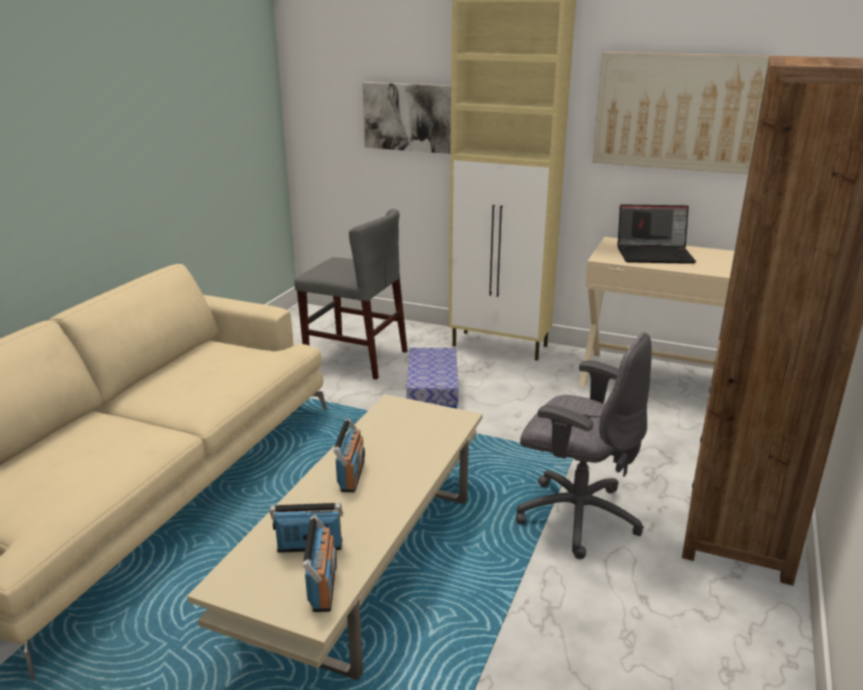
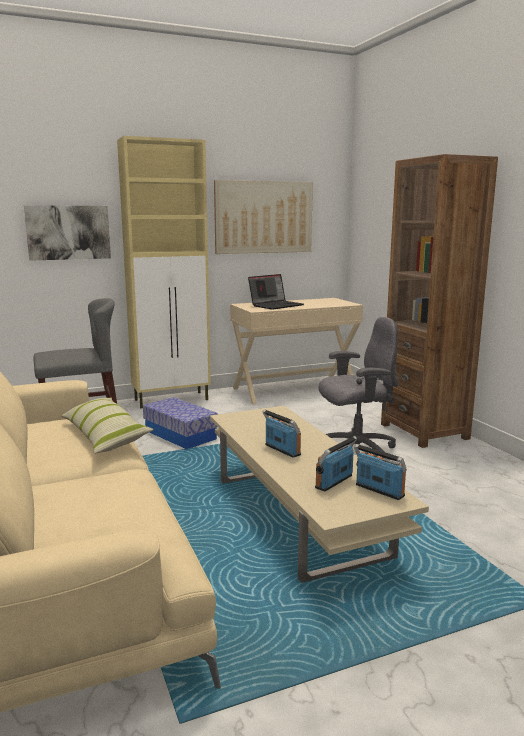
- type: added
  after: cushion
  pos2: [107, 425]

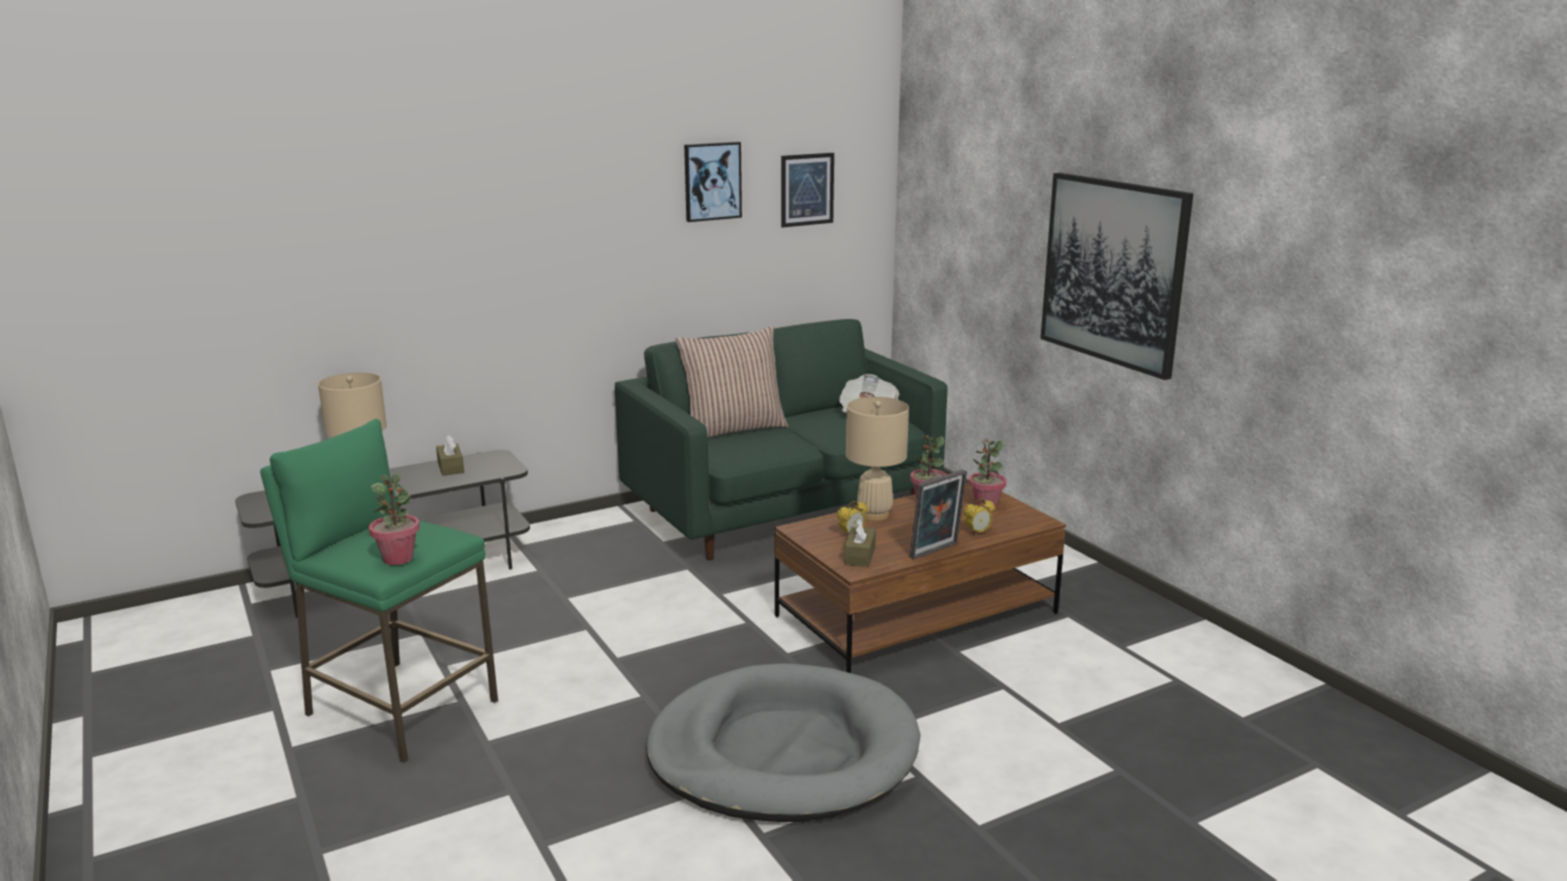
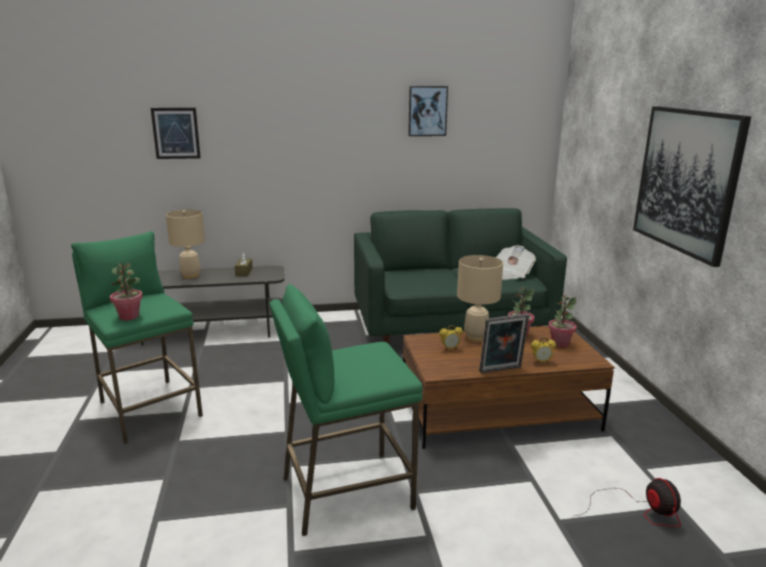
- type: moved
  before: wall picture
  pos1: [807, 190]
  pos2: [176, 133]
- type: replaced
  before: gray dog cushion
  after: green sitting stool
  pos1: [783, 742]
  pos2: [345, 410]
- type: added
  after: fan
  pos2: [628, 502]
- type: removed
  before: cushion
  pos1: [732, 382]
- type: removed
  before: brownish tissue holder
  pos1: [860, 542]

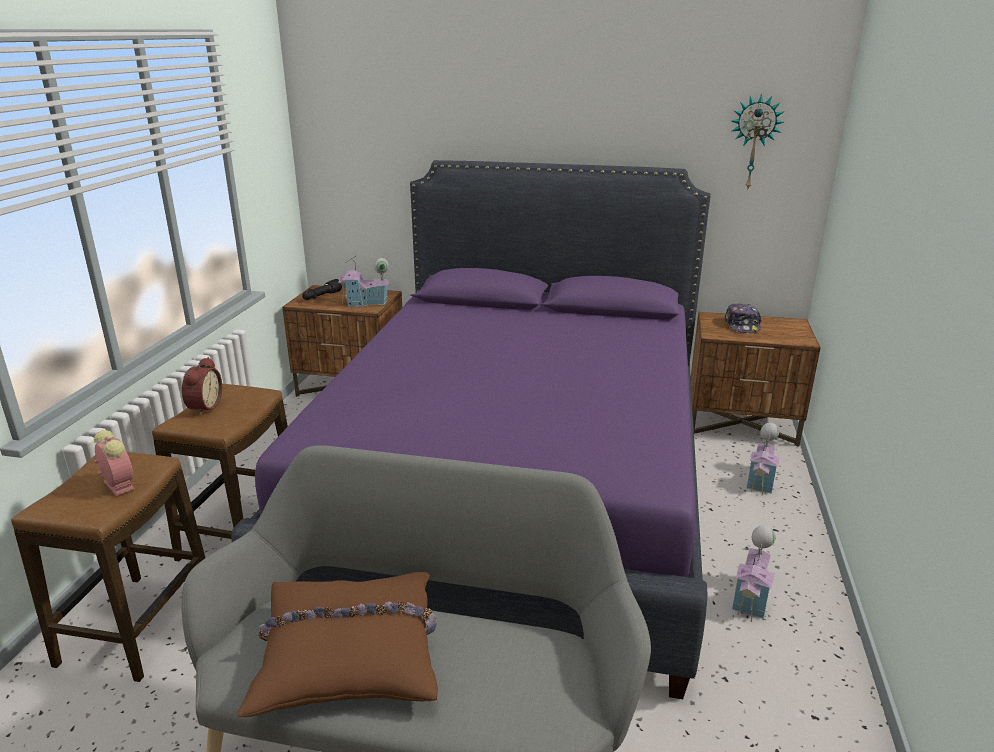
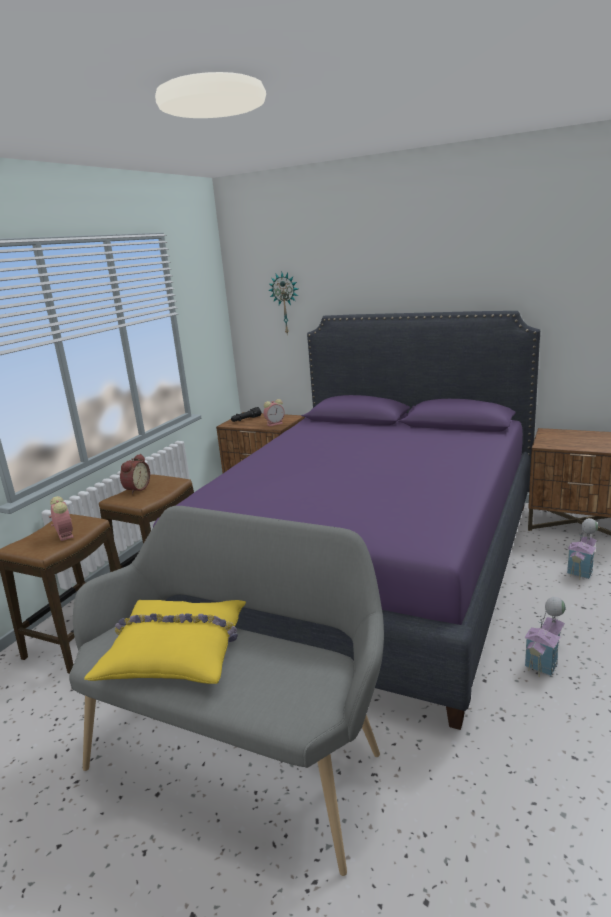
- type: recoloured
  before: brownish cushion
  after: yellowish cushion
  pos1: [337, 644]
  pos2: [165, 642]
- type: replaced
  before: model house
  after: alarm clock
  pos1: [364, 281]
  pos2: [274, 412]
- type: moved
  before: wall clock
  pos1: [758, 142]
  pos2: [283, 303]
- type: removed
  before: peaked cap
  pos1: [743, 318]

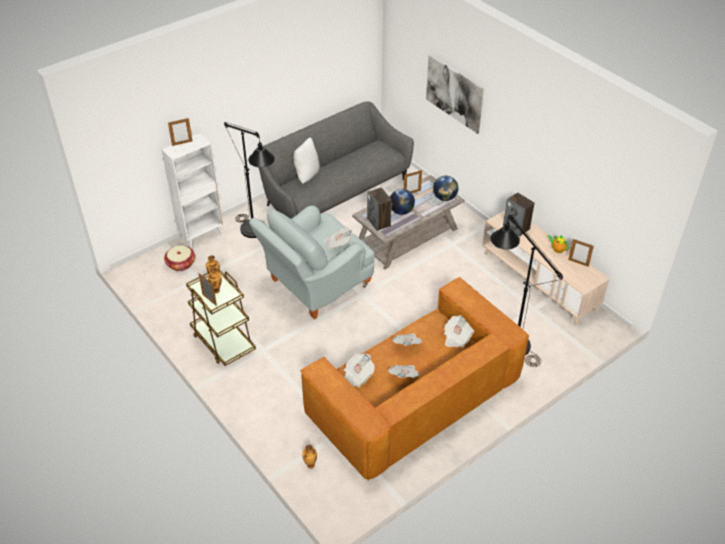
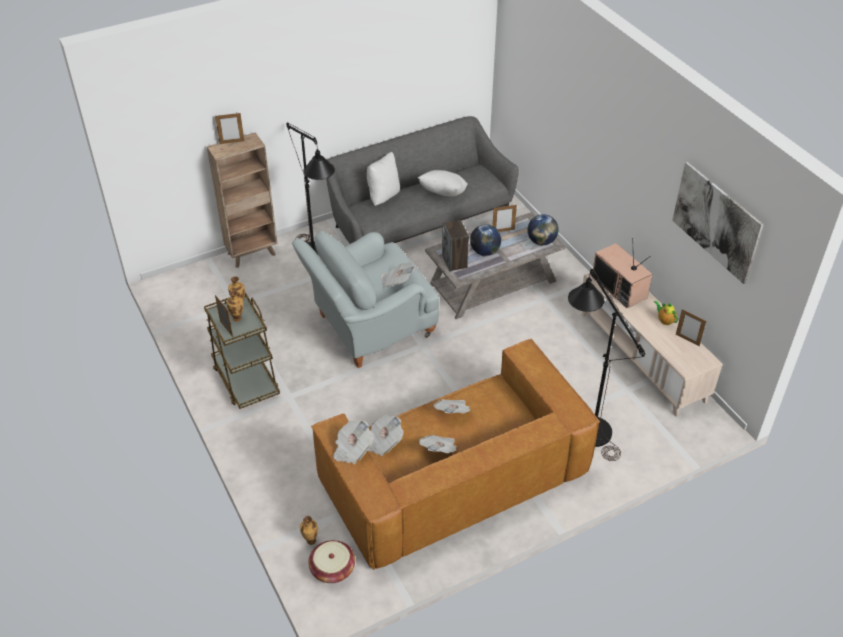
- type: recoloured
  before: white-coloured shelving unit
  after: brownish shelving unit
  pos1: [192, 191]
  pos2: [242, 200]
- type: moved
  before: storage basket
  pos1: [179, 258]
  pos2: [331, 561]
- type: moved
  before: printed paper
  pos1: [459, 331]
  pos2: [353, 442]
- type: added
  after: white-coloured cushion
  pos2: [443, 183]
- type: replaced
  before: speaker
  after: television
  pos1: [519, 214]
  pos2: [623, 273]
- type: moved
  before: wall picture
  pos1: [455, 94]
  pos2: [718, 223]

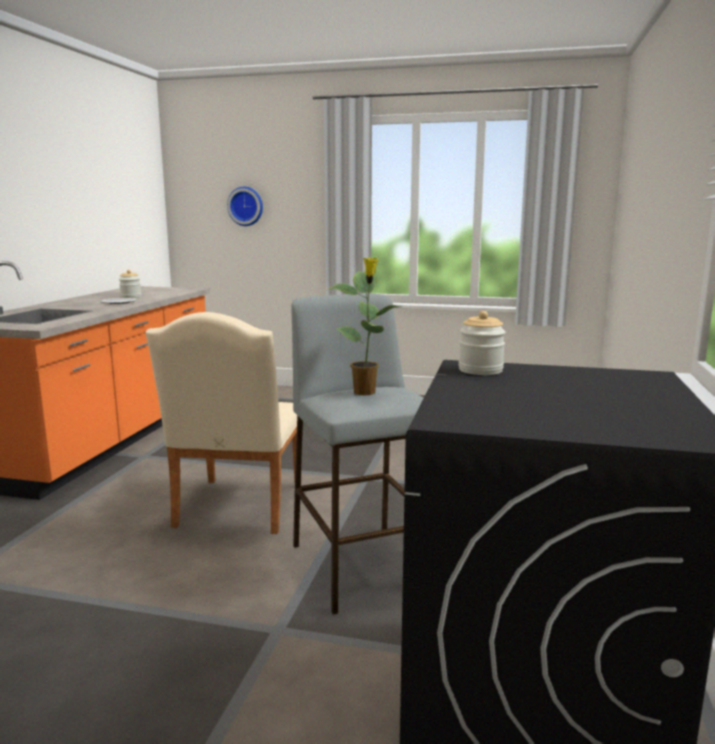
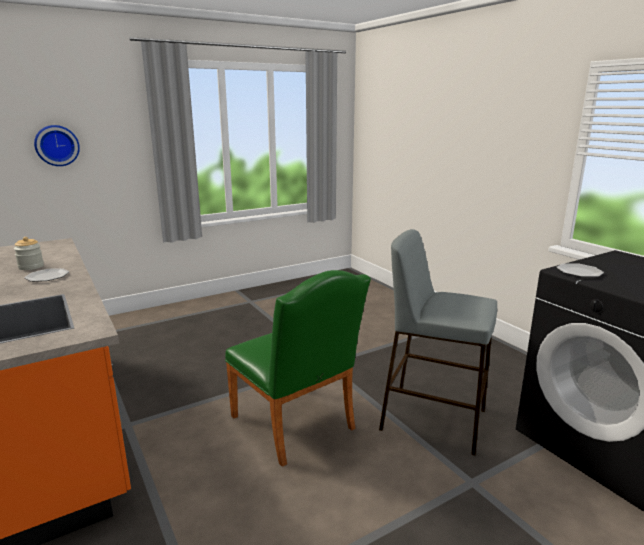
- type: recoloured
  before: beige plain chair
  after: green plain chair
  pos1: [221, 423]
  pos2: [298, 368]
- type: replaced
  before: storage jar
  after: plate
  pos1: [482, 343]
  pos2: [580, 270]
- type: removed
  before: houseplant
  pos1: [364, 326]

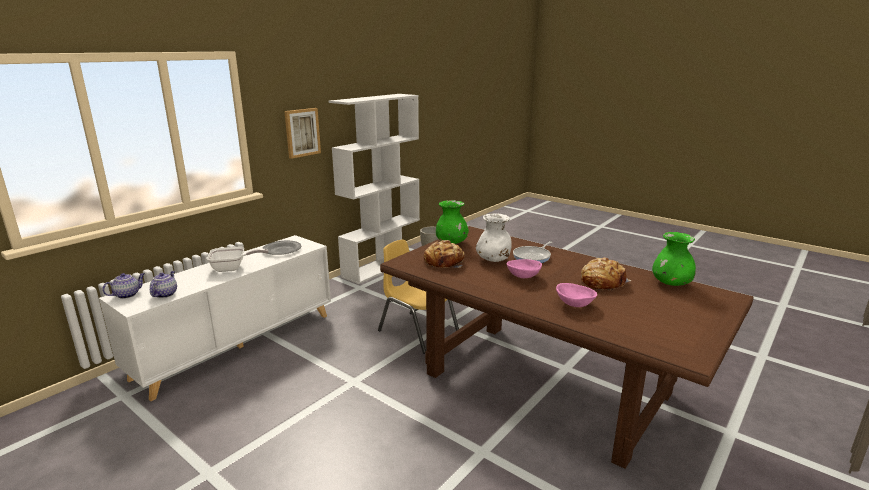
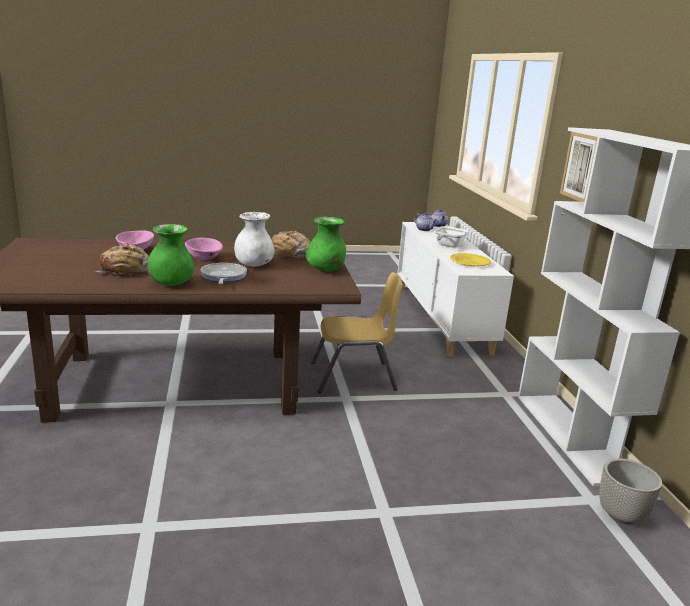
- type: moved
  before: green flower vase
  pos1: [674, 259]
  pos2: [170, 255]
- type: recoloured
  before: gray plate
  after: yellowish plate
  pos1: [281, 248]
  pos2: [470, 259]

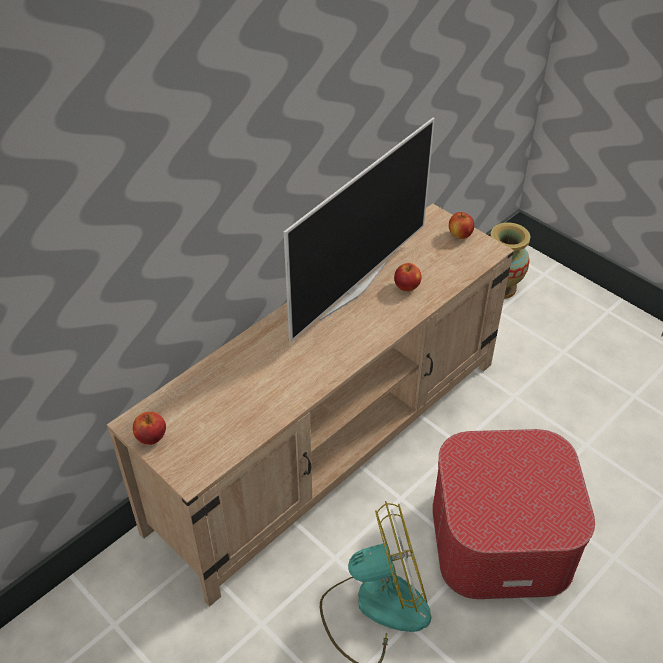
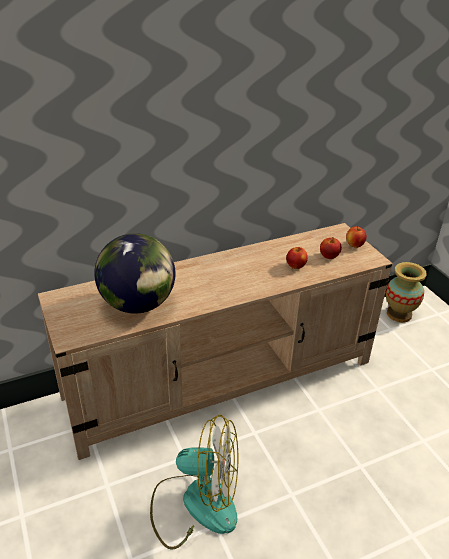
- type: added
  after: desk globe
  pos2: [134, 273]
- type: moved
  before: apple fruit
  pos1: [149, 428]
  pos2: [331, 248]
- type: removed
  before: television
  pos1: [359, 230]
- type: removed
  before: ottoman
  pos1: [513, 514]

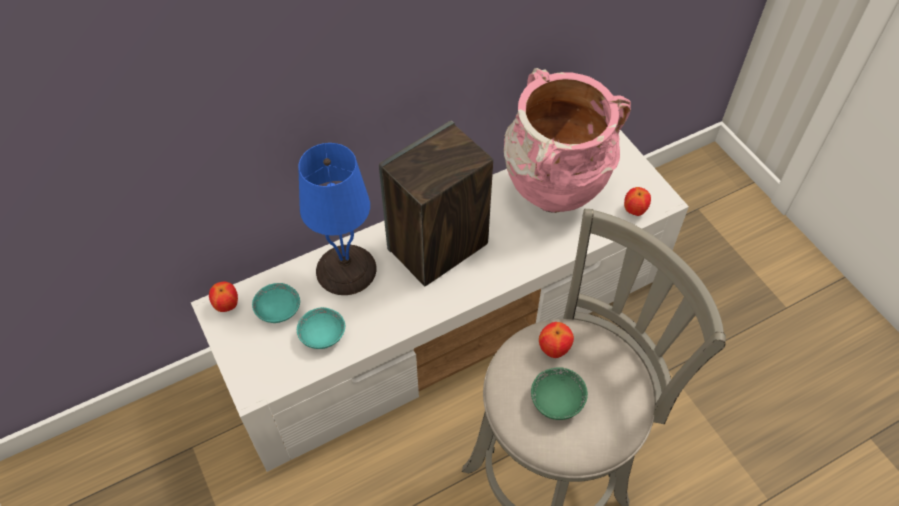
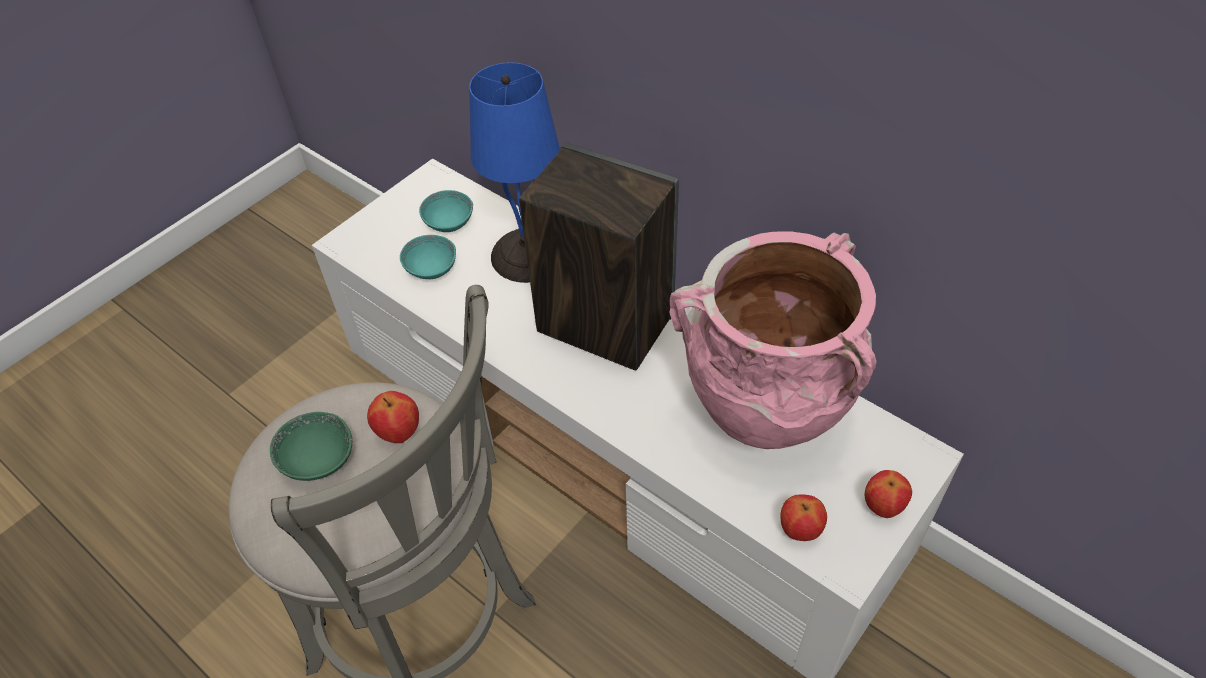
- type: moved
  before: apple fruit
  pos1: [223, 297]
  pos2: [888, 494]

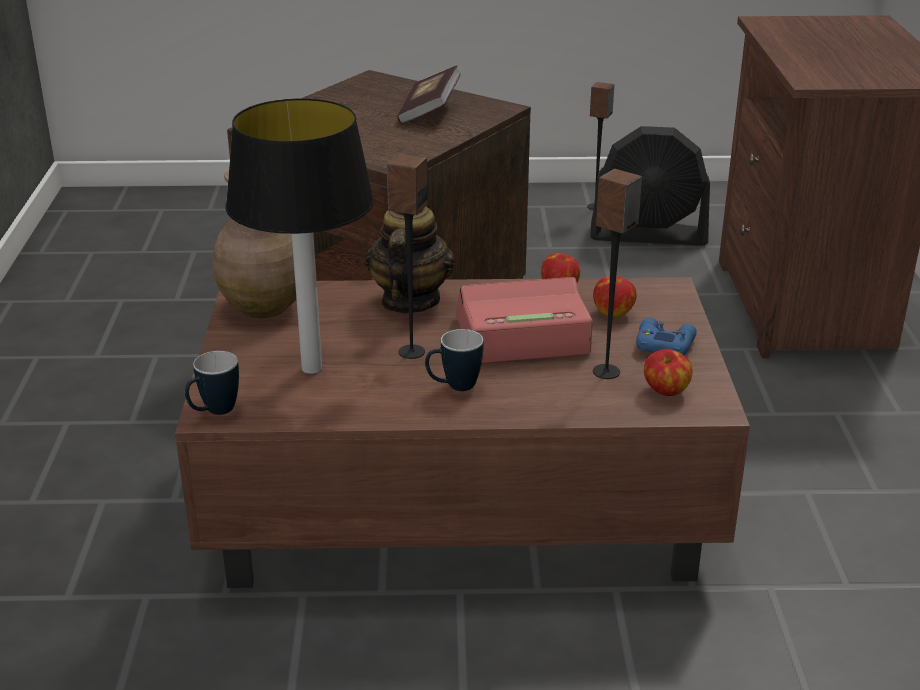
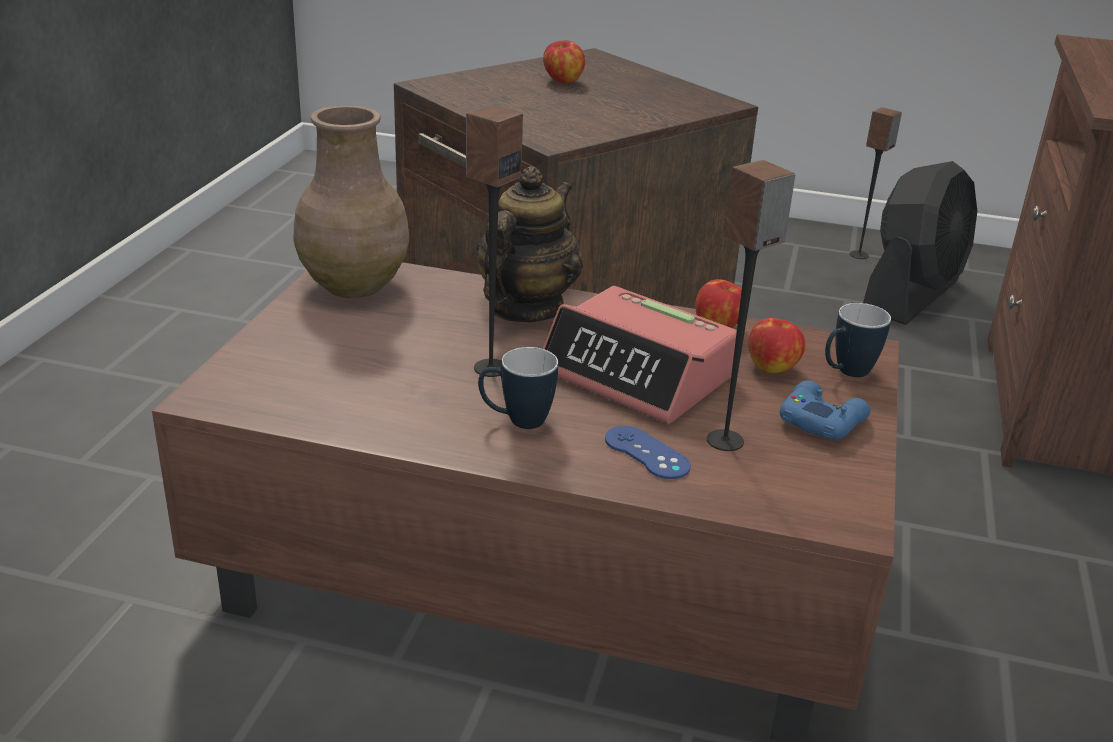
- type: moved
  before: apple fruit
  pos1: [668, 372]
  pos2: [564, 61]
- type: turned
  before: alarm clock
  pos1: [524, 320]
  pos2: [640, 355]
  turn: -150
- type: added
  after: blue-coloured gamepad
  pos2: [648, 452]
- type: moved
  before: tea mug
  pos1: [212, 383]
  pos2: [858, 340]
- type: turned
  before: black fan
  pos1: [650, 186]
  pos2: [920, 243]
  turn: -75
- type: removed
  before: table lamp
  pos1: [300, 236]
- type: removed
  before: book
  pos1: [429, 95]

